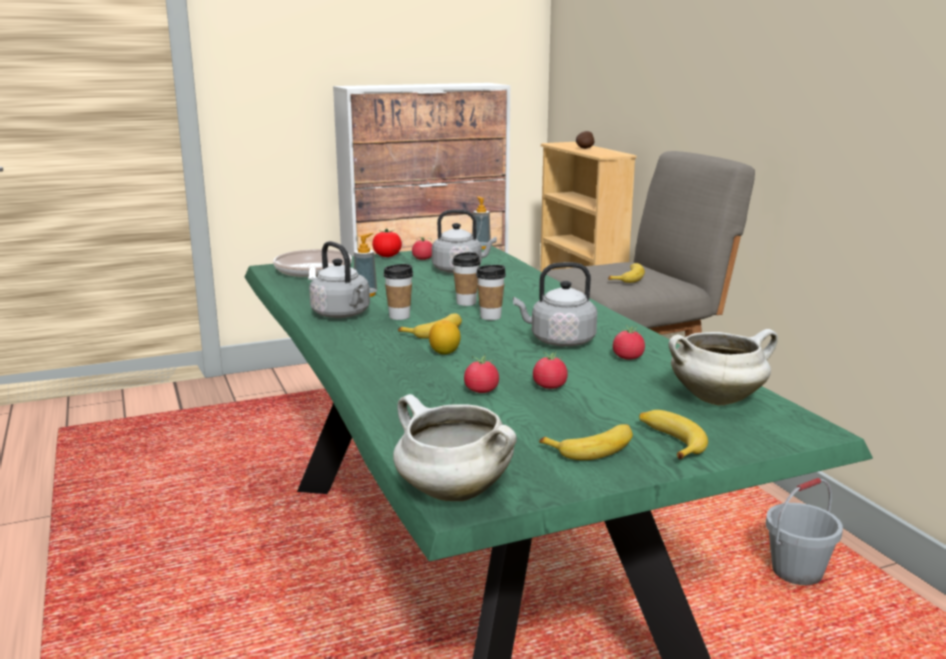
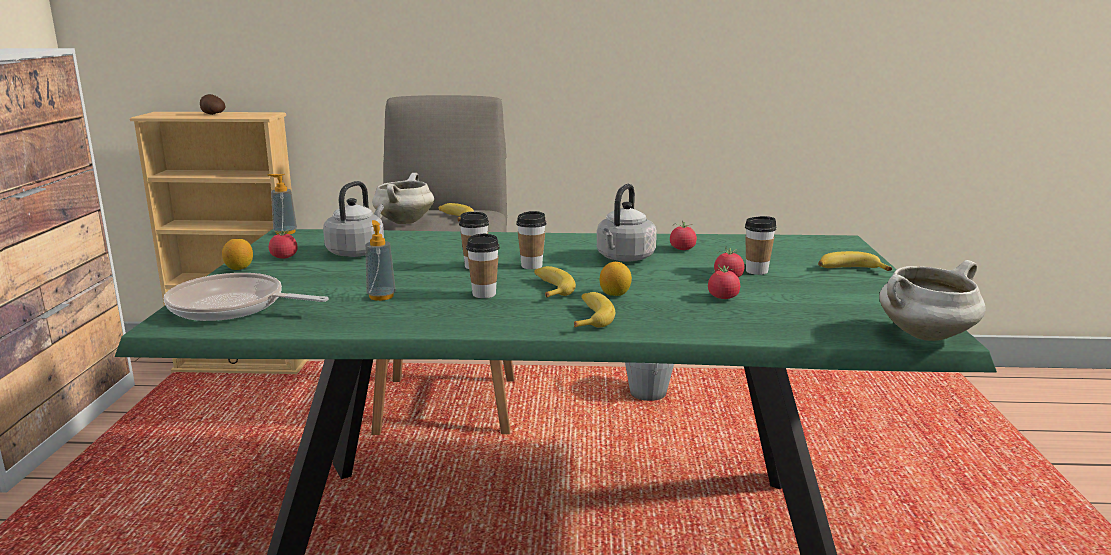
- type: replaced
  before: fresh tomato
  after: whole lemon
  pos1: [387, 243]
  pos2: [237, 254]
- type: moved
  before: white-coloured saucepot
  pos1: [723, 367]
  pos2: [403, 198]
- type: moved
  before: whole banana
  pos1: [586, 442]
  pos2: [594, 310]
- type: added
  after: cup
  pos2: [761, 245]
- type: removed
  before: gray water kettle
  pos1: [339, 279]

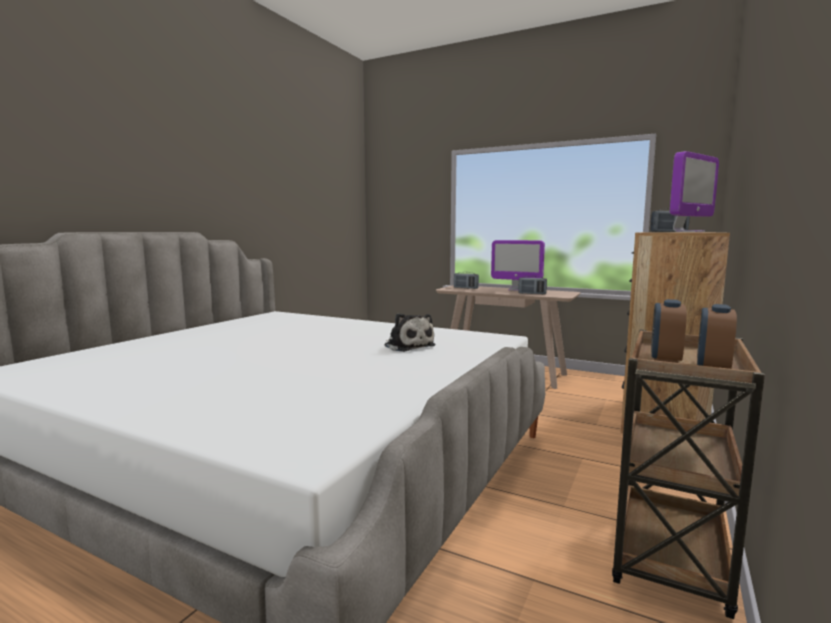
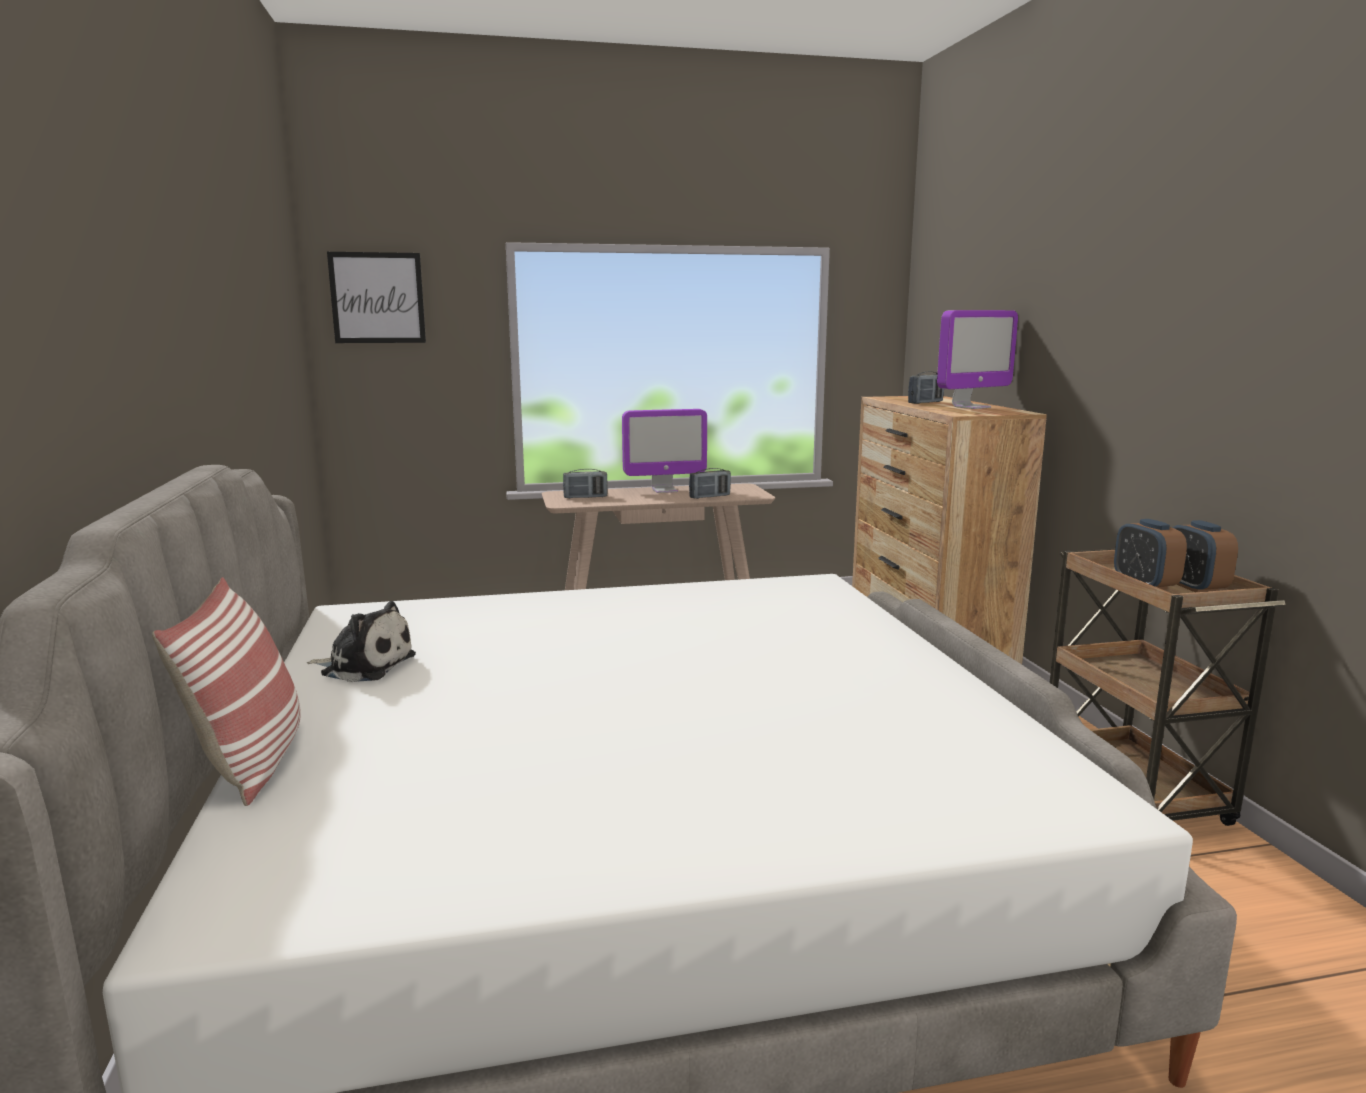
- type: added
  after: cushion
  pos2: [226, 691]
- type: moved
  before: cuddly toy
  pos1: [410, 332]
  pos2: [361, 641]
- type: added
  after: wall picture
  pos2: [376, 297]
- type: turned
  before: monitor
  pos1: [694, 191]
  pos2: [977, 359]
  turn: 45

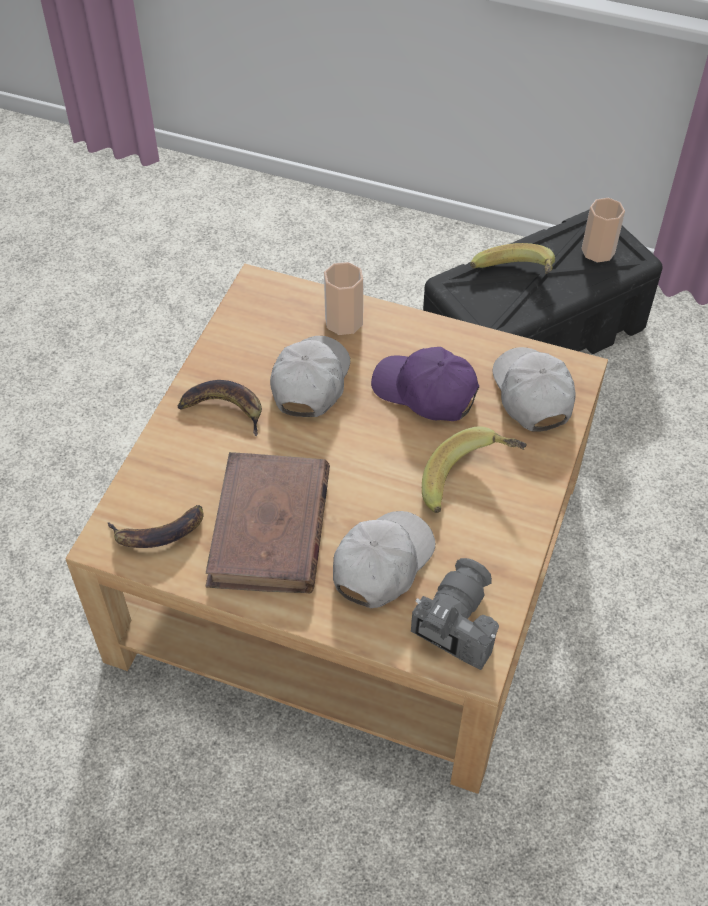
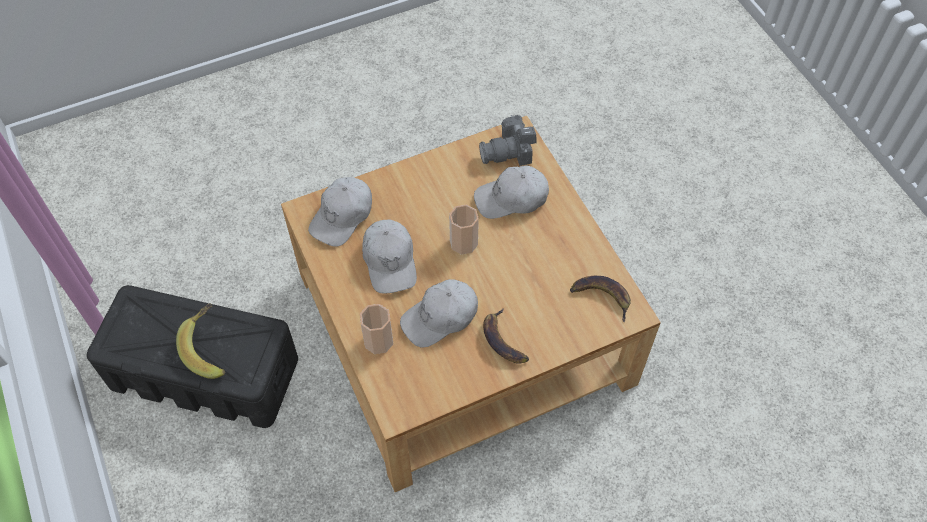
- type: recoloured
  before: purplish peaked cap
  after: white-coloured peaked cap
  pos1: [425, 384]
  pos2: [389, 256]
- type: moved
  before: cup
  pos1: [603, 230]
  pos2: [464, 230]
- type: removed
  before: brownish book
  pos1: [268, 522]
- type: removed
  before: whole banana
  pos1: [474, 470]

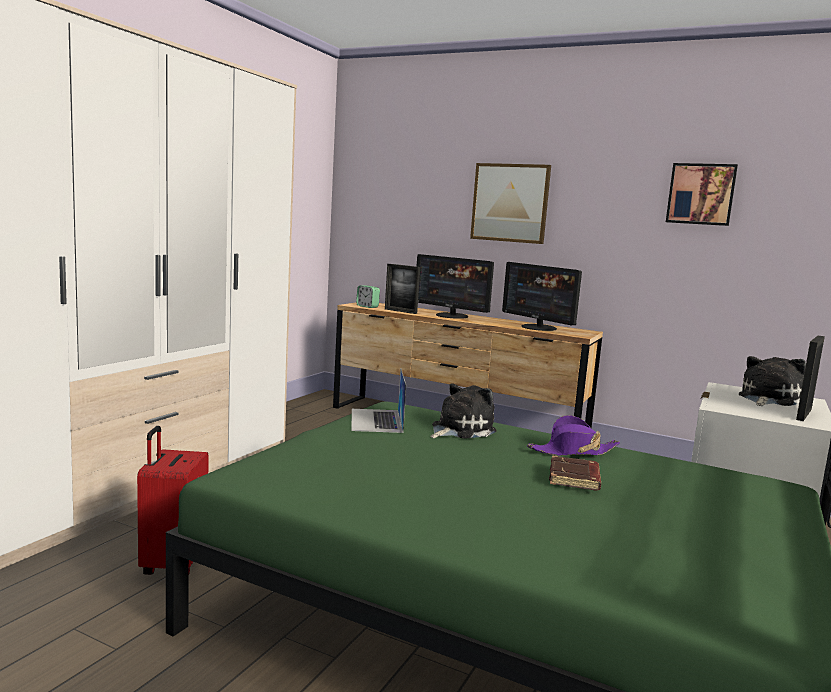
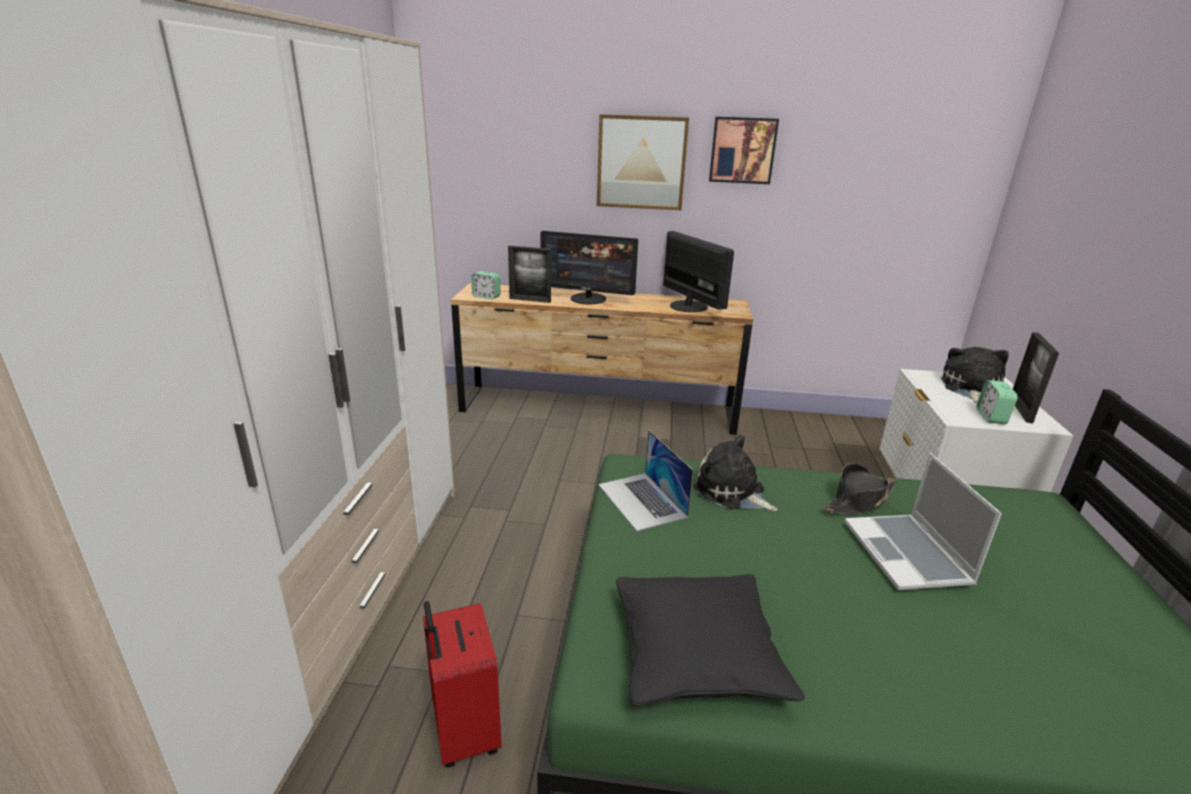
- type: added
  after: black cushion
  pos2: [710, 640]
- type: turned
  before: monitor
  pos1: [542, 296]
  pos2: [698, 271]
  turn: -150
- type: turned
  before: cuddly toy
  pos1: [463, 411]
  pos2: [735, 472]
  turn: -75
- type: moved
  before: wall picture
  pos1: [702, 194]
  pos2: [744, 150]
- type: recoloured
  before: purplish hat
  after: black hat
  pos1: [573, 435]
  pos2: [859, 489]
- type: replaced
  before: brownish book
  after: laptop
  pos1: [575, 472]
  pos2: [923, 521]
- type: added
  after: alarm clock
  pos2: [997, 402]

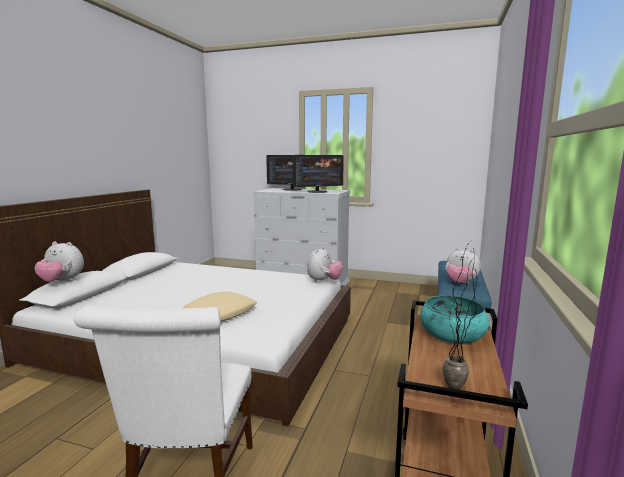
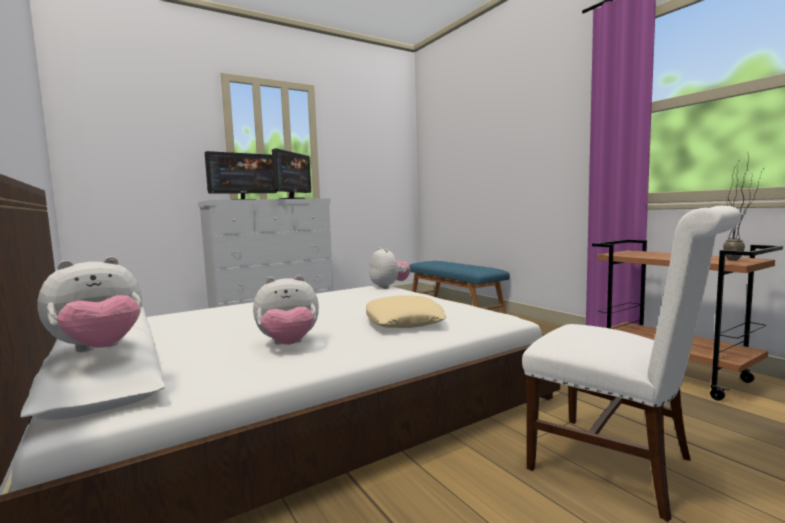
- type: moved
  before: cuddly toy
  pos1: [463, 266]
  pos2: [286, 310]
- type: removed
  before: turquoise deep dish
  pos1: [454, 319]

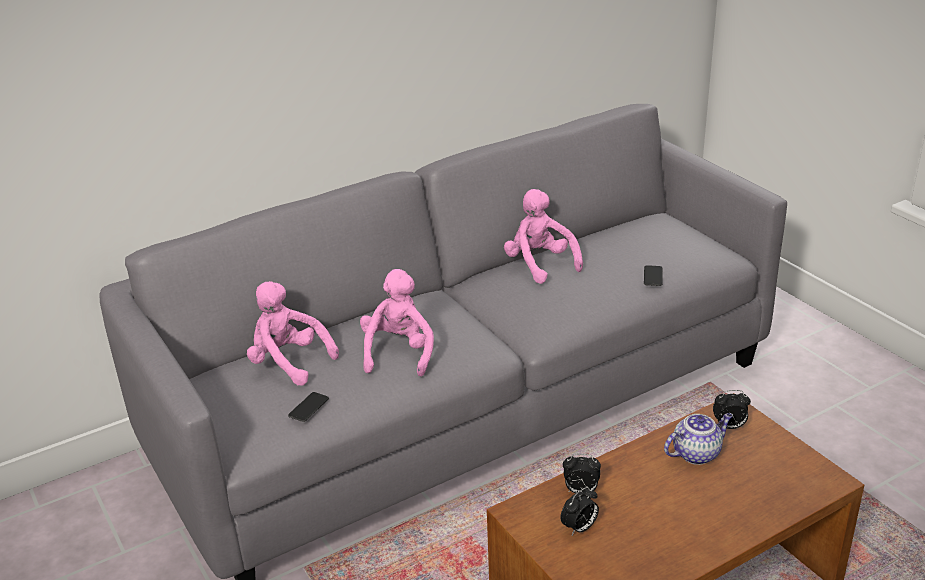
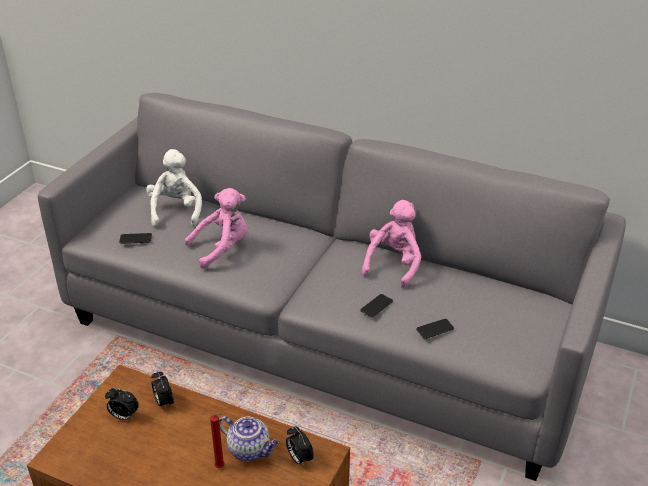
- type: recoloured
  before: pinkish cuddly toy
  after: white-coloured cuddly toy
  pos1: [293, 333]
  pos2: [174, 188]
- type: added
  after: red candle
  pos2: [217, 440]
- type: added
  after: telephone
  pos2: [376, 306]

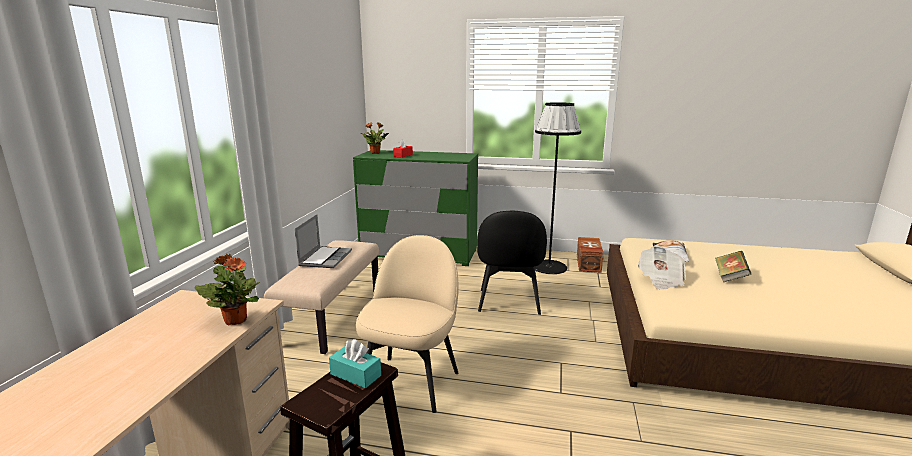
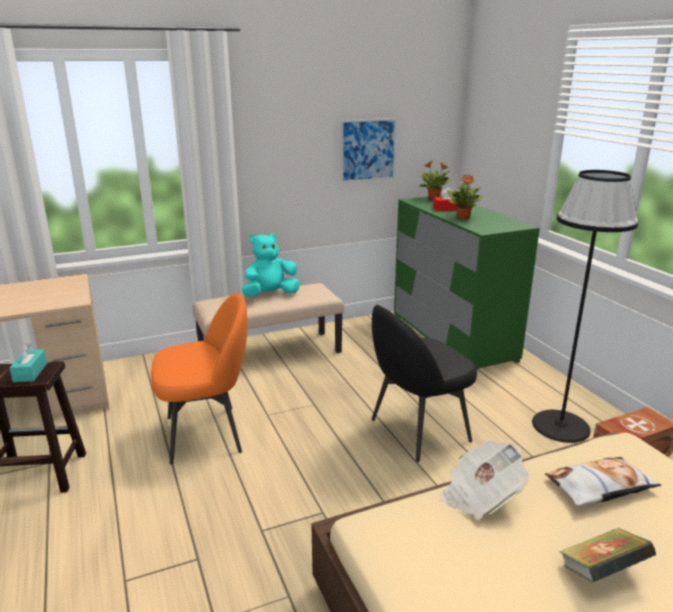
- type: recoloured
  before: beige plain chair
  after: orangey plain chair
  pos1: [407, 324]
  pos2: [199, 379]
- type: replaced
  before: laptop
  after: turquoise cuddly toy
  pos1: [323, 241]
  pos2: [271, 264]
- type: added
  after: wall picture
  pos2: [369, 150]
- type: moved
  before: houseplant
  pos1: [227, 289]
  pos2: [465, 197]

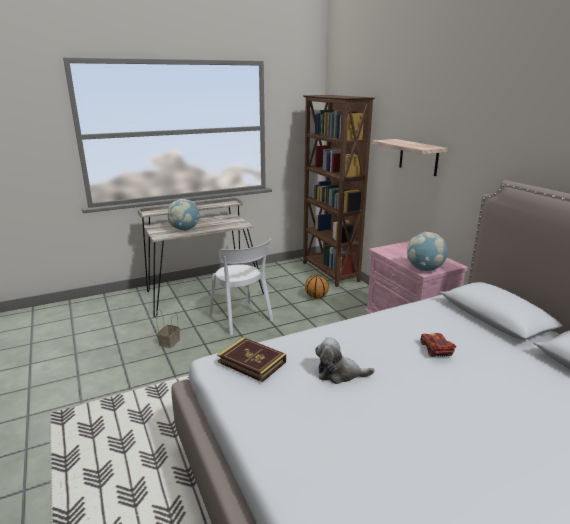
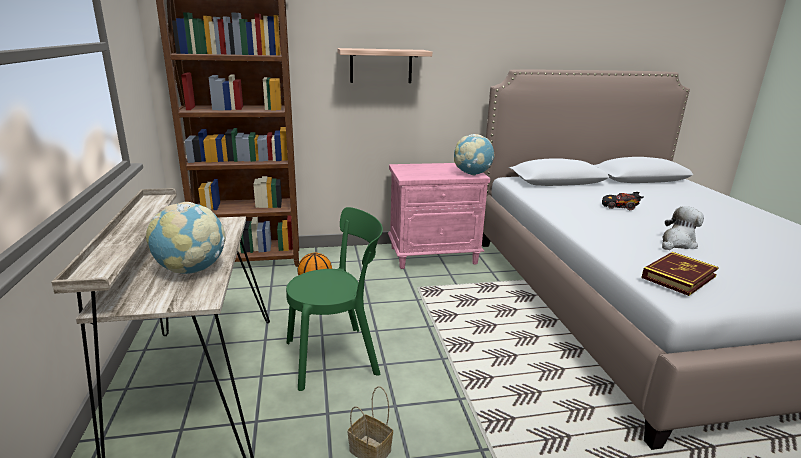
- type: recoloured
  before: white-coloured plain chair
  after: green plain chair
  pos1: [241, 286]
  pos2: [334, 299]
- type: recoloured
  before: red model car
  after: black model car
  pos1: [438, 345]
  pos2: [623, 201]
- type: turned
  before: cuddly toy
  pos1: [344, 360]
  pos2: [683, 228]
  turn: -150

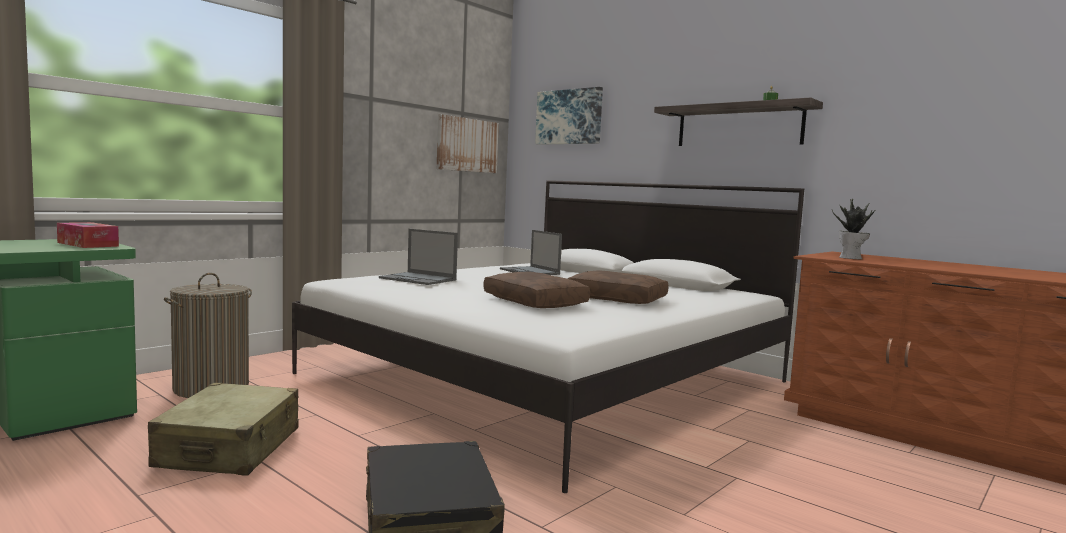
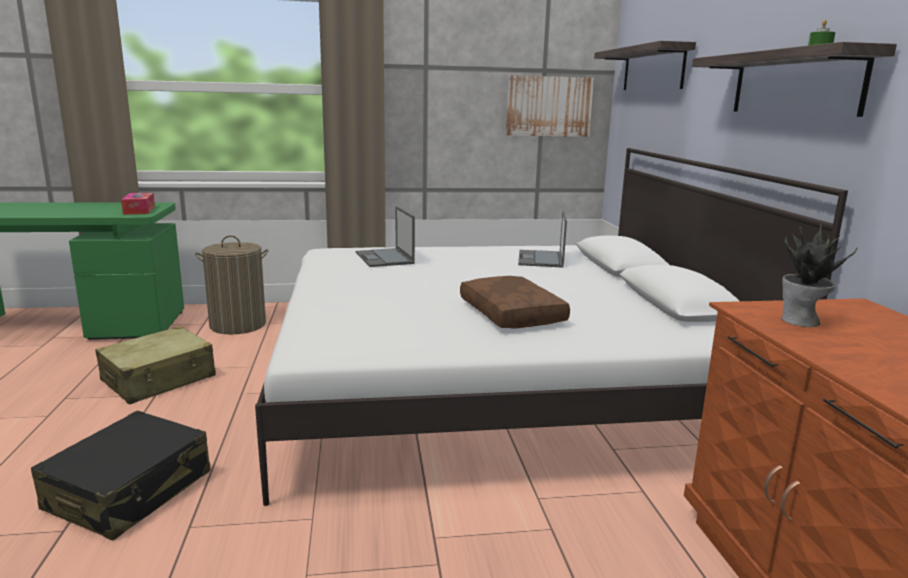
- type: replaced
  before: wall picture
  after: bracket shelf
  pos1: [569, 115]
  pos2: [645, 65]
- type: removed
  before: brownish cushion
  pos1: [536, 290]

